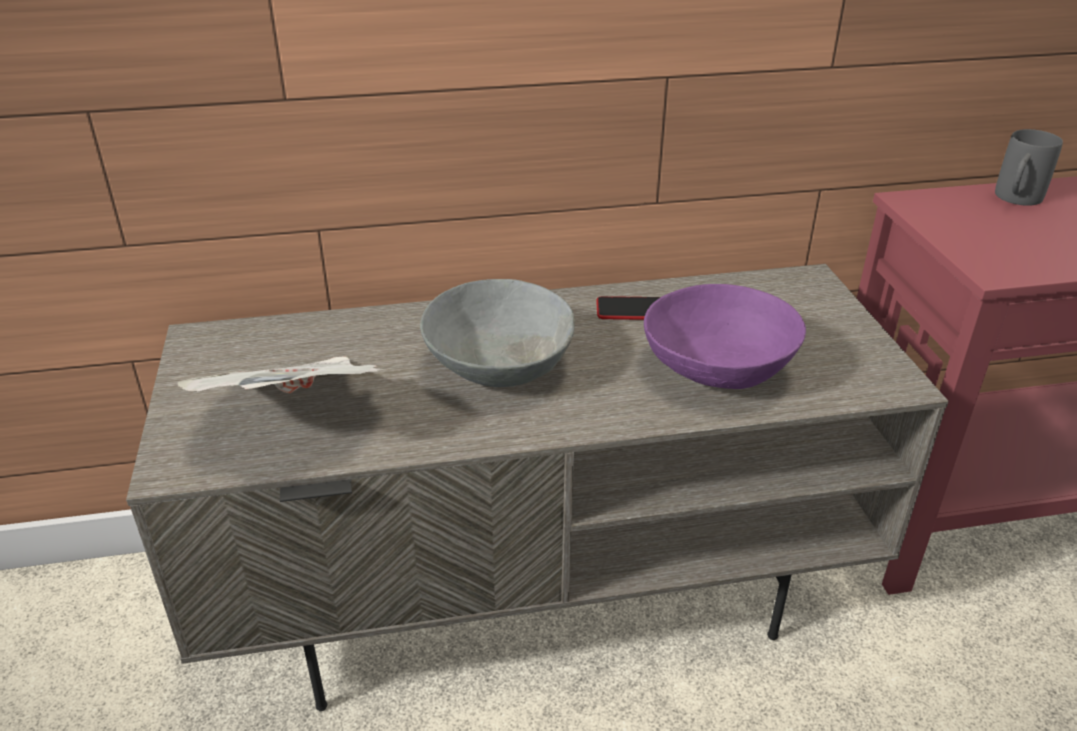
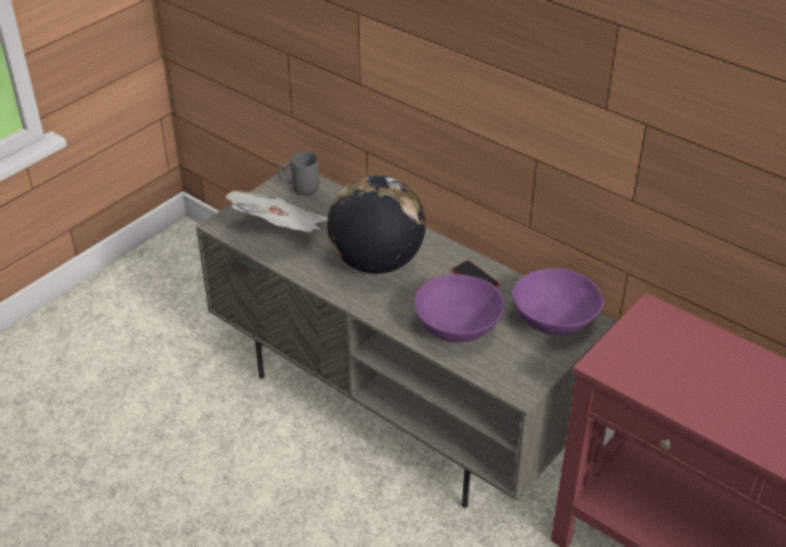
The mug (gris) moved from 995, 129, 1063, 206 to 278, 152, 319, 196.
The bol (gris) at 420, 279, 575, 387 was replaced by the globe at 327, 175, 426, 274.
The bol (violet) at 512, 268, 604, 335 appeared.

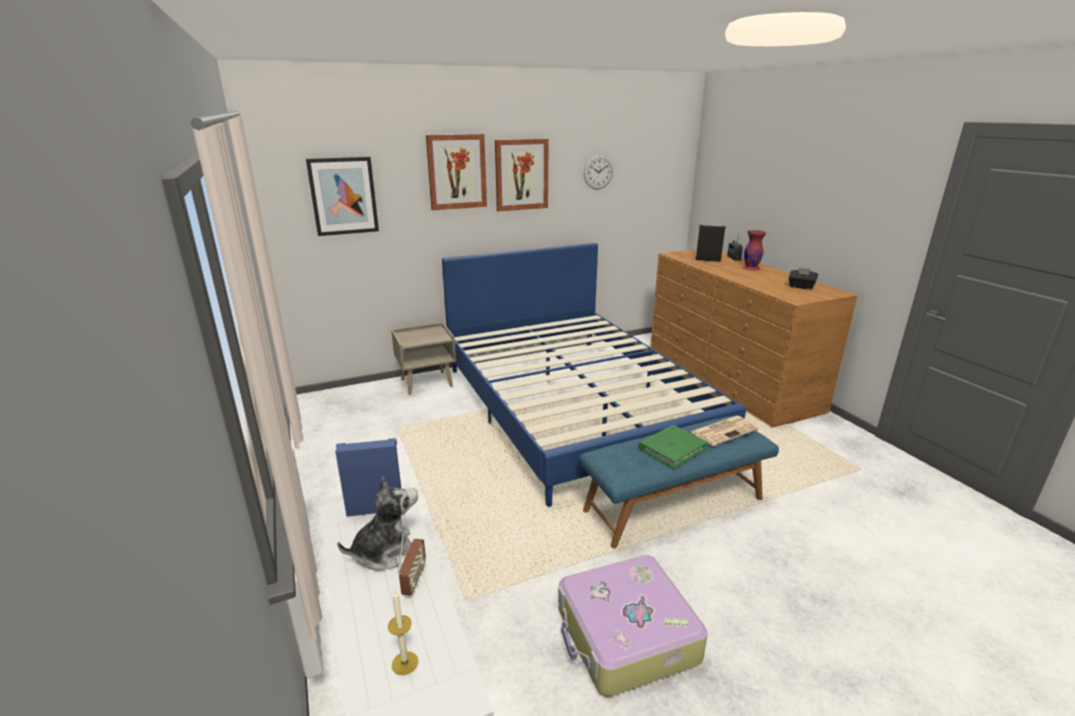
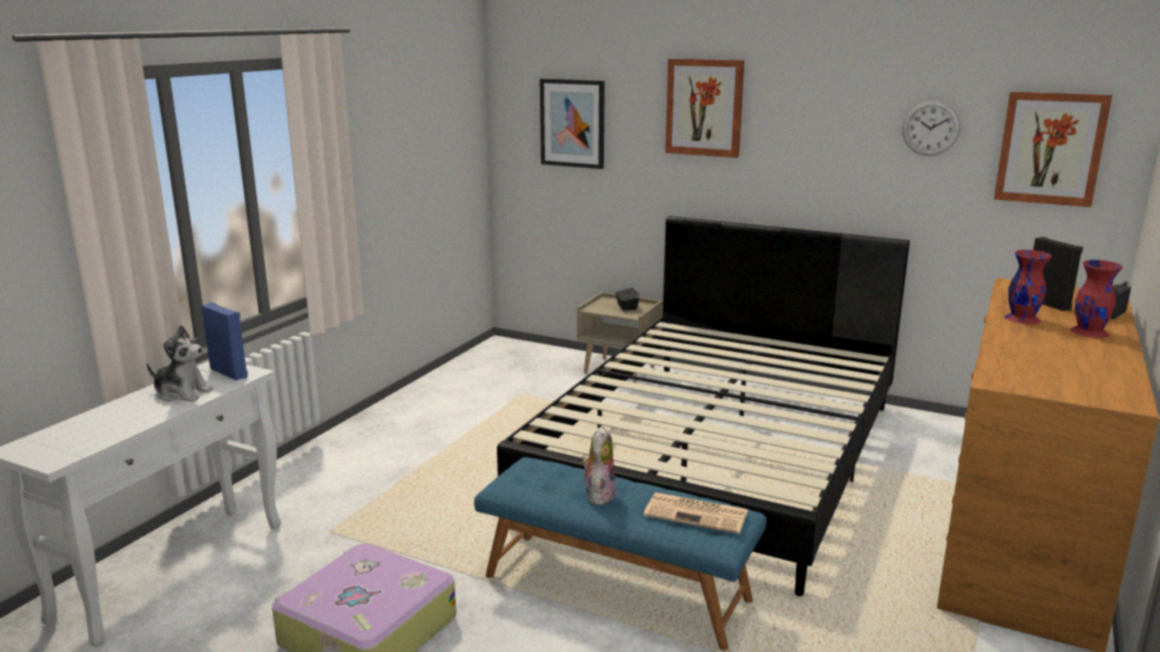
The tableau moved from 495, 139, 549, 211 to 994, 91, 1112, 207.
The lit (bleu) at 442, 243, 746, 507 became the lit (noir) at 497, 216, 910, 596.
The boîte à mouchoirs (noir) moved from 789, 268, 818, 290 to 615, 286, 639, 311.
The livre (vert) at 638, 425, 708, 469 was replaced by the peluche at 582, 426, 616, 505.
The radio at 397, 532, 426, 595 disappeared.
The bougie at 388, 591, 418, 675 disappeared.
The vase (rouge) at 1004, 250, 1052, 324 appeared.

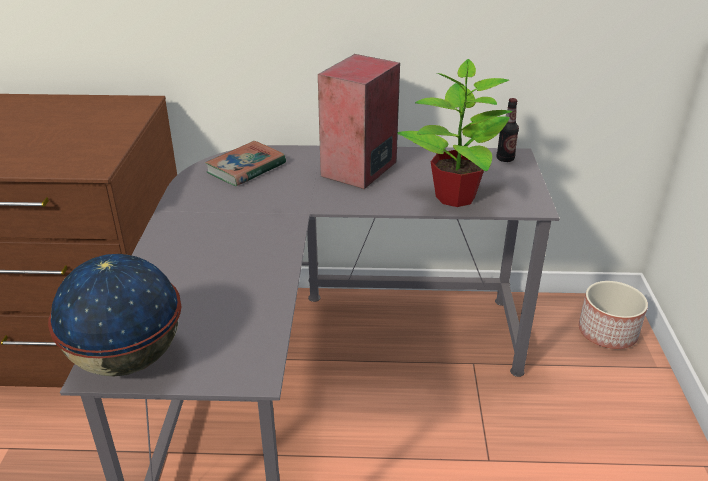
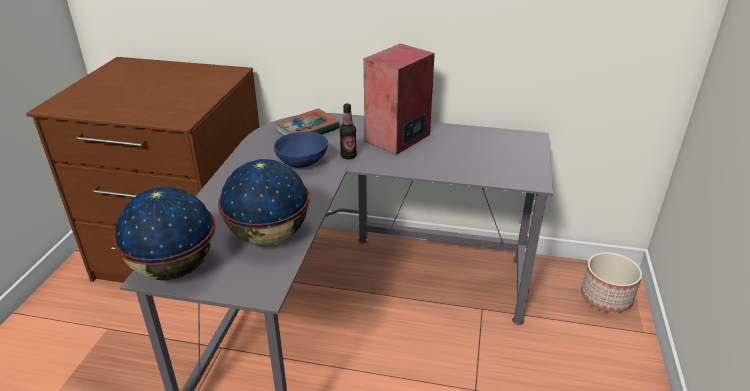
The plante en pot at 397, 59, 513, 207 disappeared.
The bouteille moved from 496, 98, 519, 162 to 340, 103, 357, 159.
The bol (bleu) at 274, 131, 328, 168 appeared.
The globe at 218, 159, 310, 246 appeared.

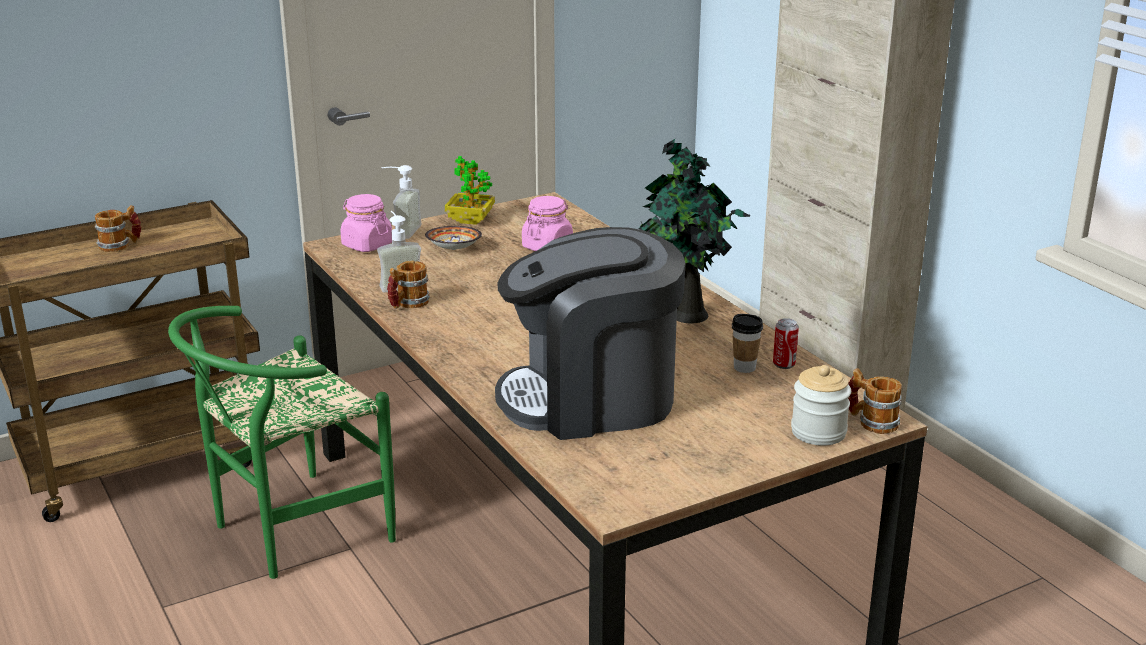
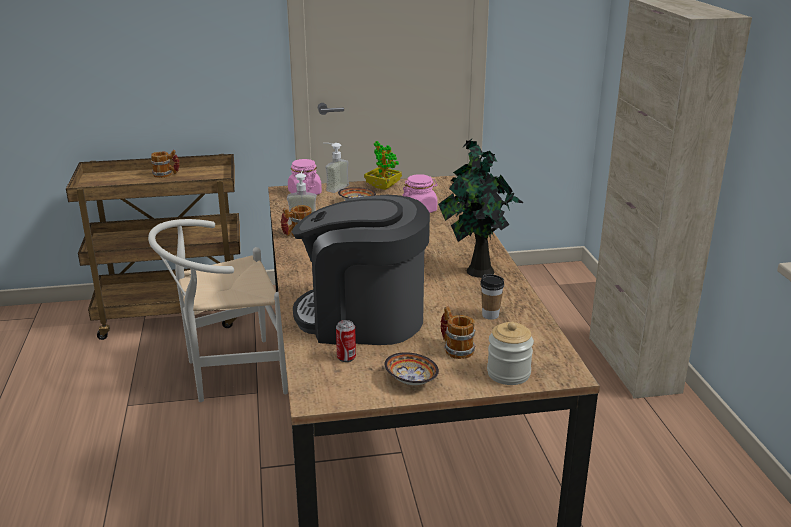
The chaise (vert) at 168, 306, 396, 579 became the chaise (blanc) at 148, 219, 288, 402.
The boîte métallique moved from 773, 318, 799, 369 to 336, 320, 356, 362.
The mug moved from 848, 368, 902, 434 to 440, 306, 476, 359.
The bol at 384, 352, 439, 385 appeared.

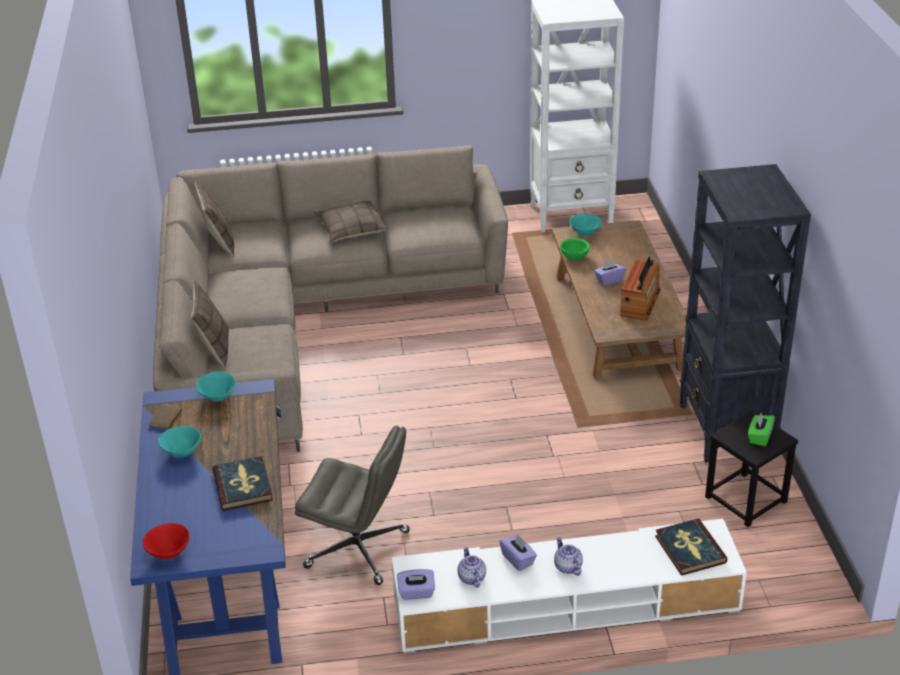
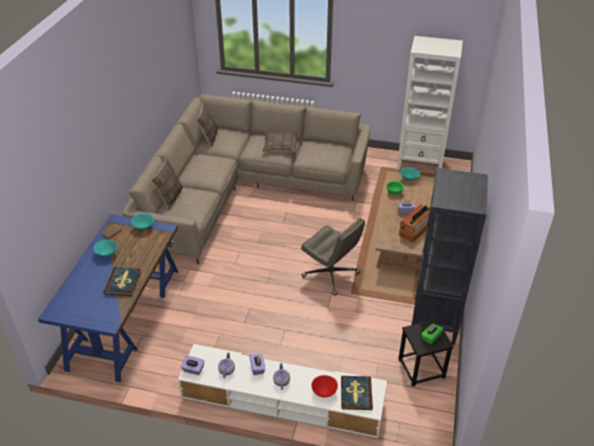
The chaise de bureau (gris) moved from 295, 426, 410, 585 to 301, 218, 365, 295.
The bol (rouge) moved from 143, 523, 190, 559 to 311, 375, 338, 397.

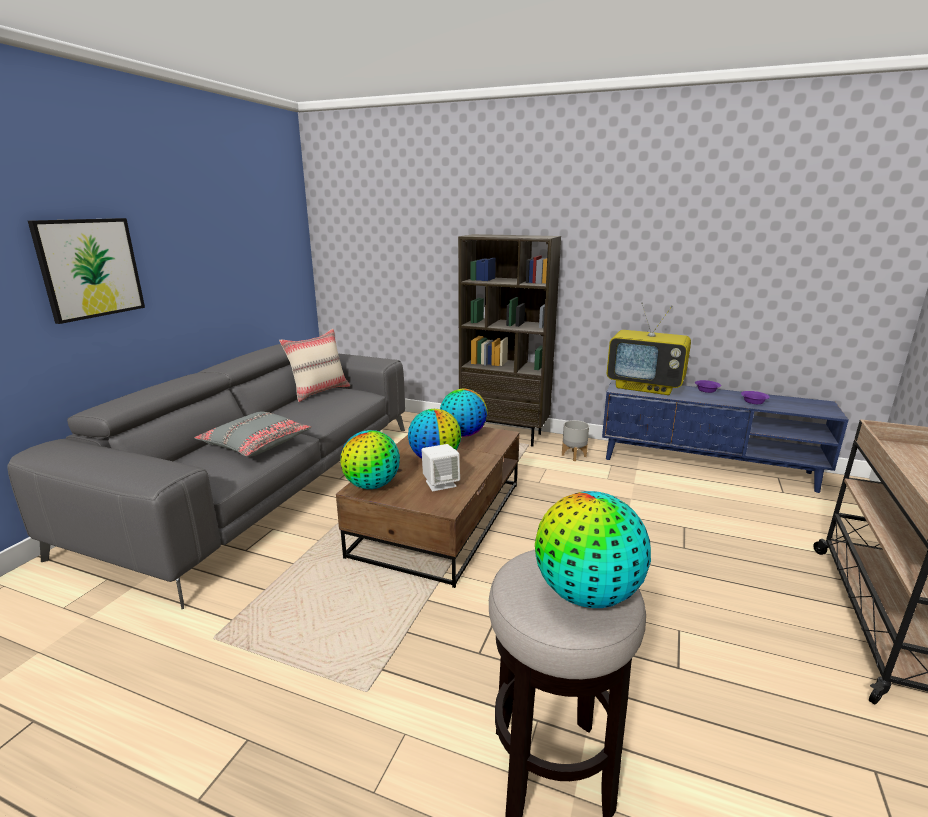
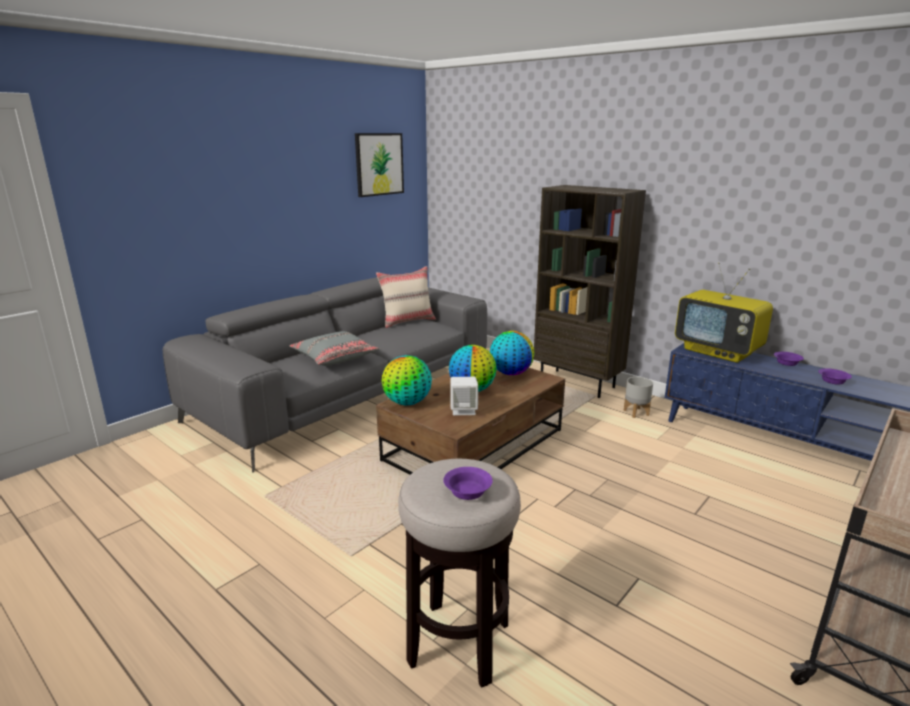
The tableau moved from 28, 218, 145, 324 to 355, 133, 404, 197.
The globe at 535, 491, 651, 608 was replaced by the bol (violet) at 443, 467, 493, 500.

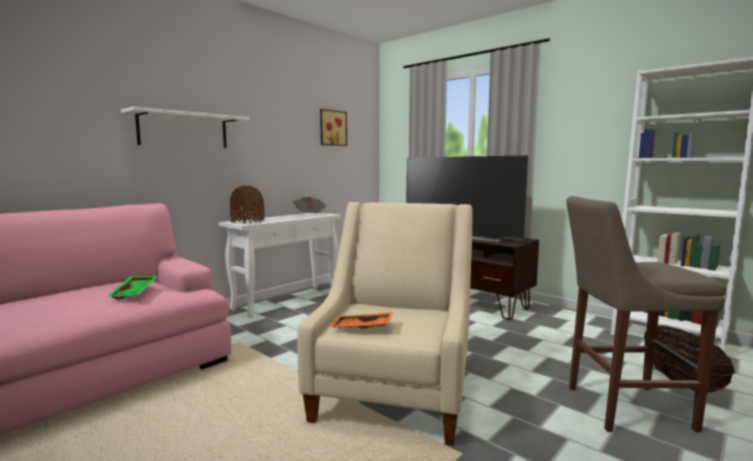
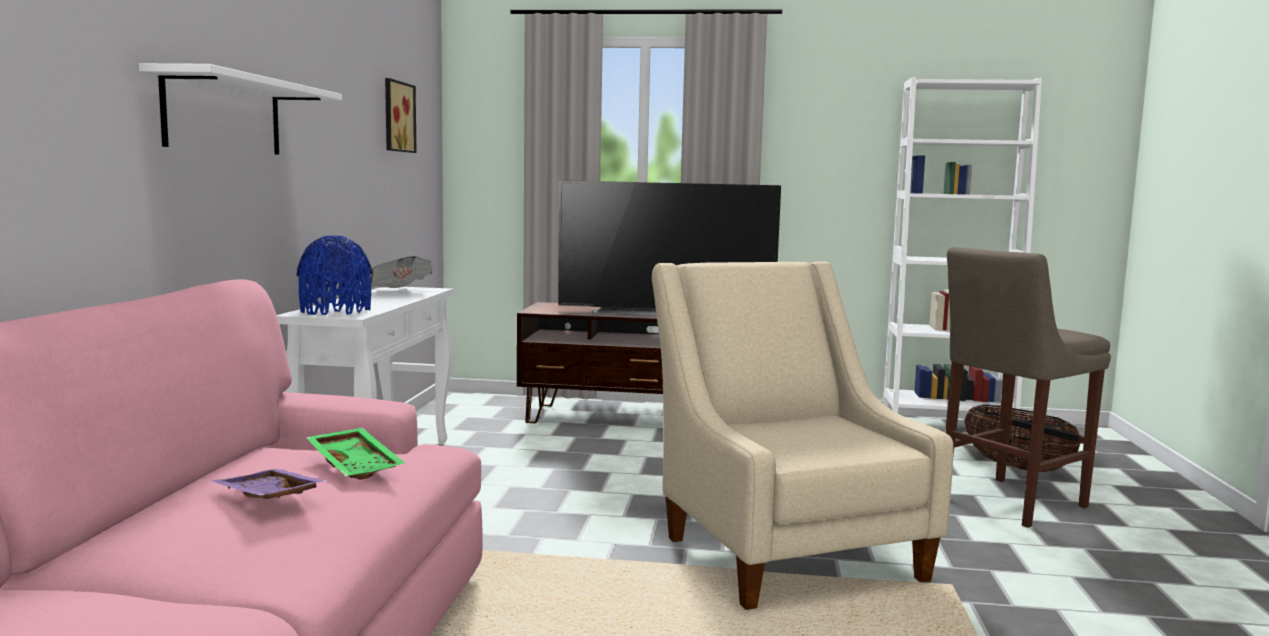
The vase (marron) at 230, 186, 264, 223 became the vase (bleu) at 297, 236, 372, 315.
The plateau (orange) at 329, 312, 393, 329 disappeared.
The plateau (violet) at 212, 469, 328, 499 appeared.

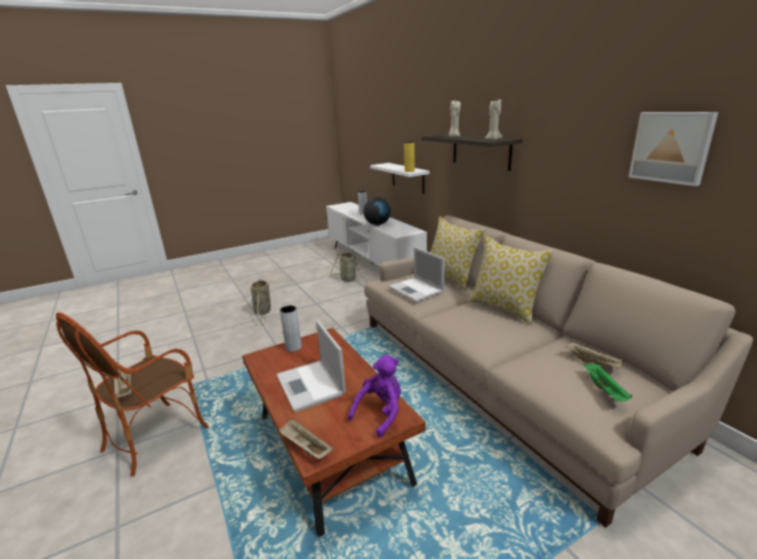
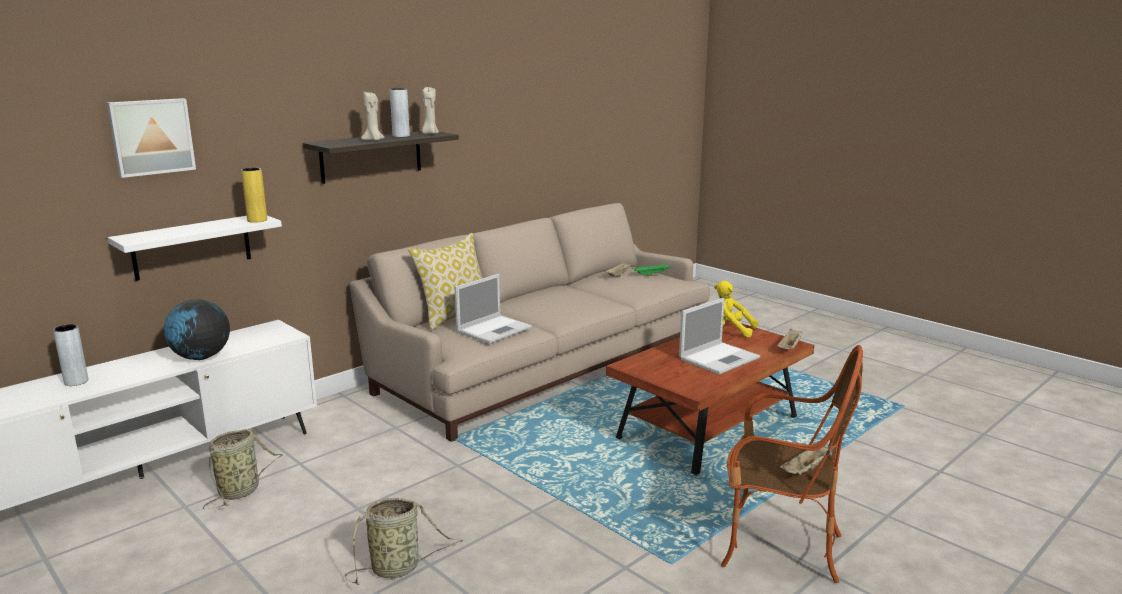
The tableau moved from 629, 112, 718, 186 to 106, 98, 196, 178.
The coussin at 468, 235, 554, 325 disappeared.
The vase (gris) moved from 280, 305, 302, 352 to 390, 88, 410, 137.
The peluche (violet) at 348, 355, 401, 438 became the peluche (jaune) at 714, 281, 758, 337.

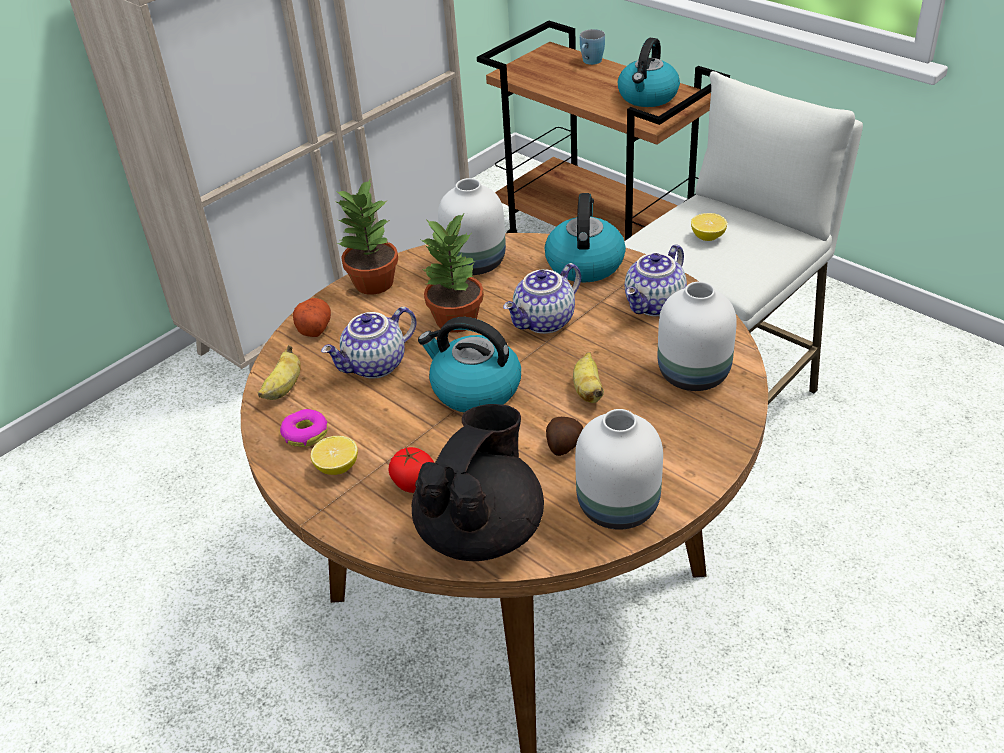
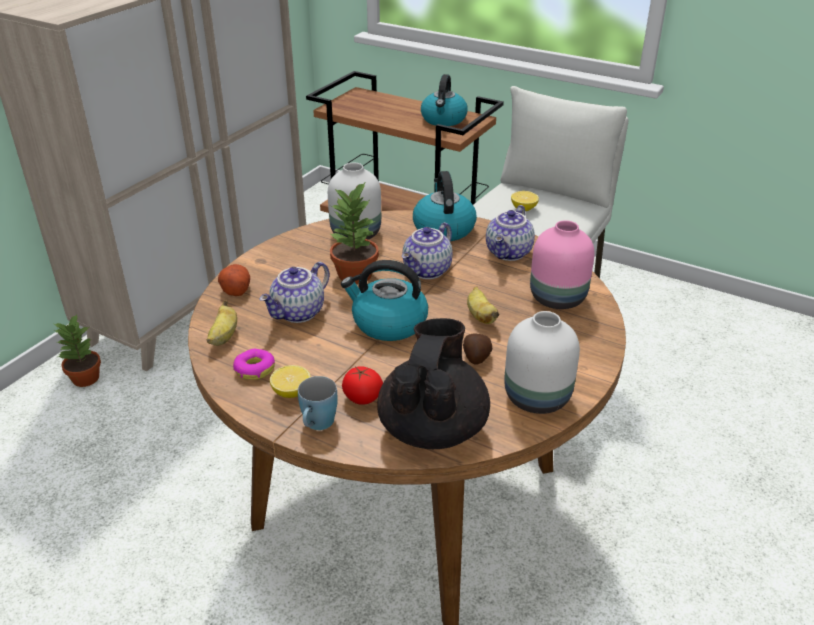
The mug (bleu) moved from 580, 29, 605, 65 to 298, 376, 338, 430.
The plante en pot moved from 335, 178, 398, 295 to 54, 314, 101, 387.
The vase (blanc) at 658, 282, 737, 391 became the vase (rose) at 530, 220, 595, 309.

